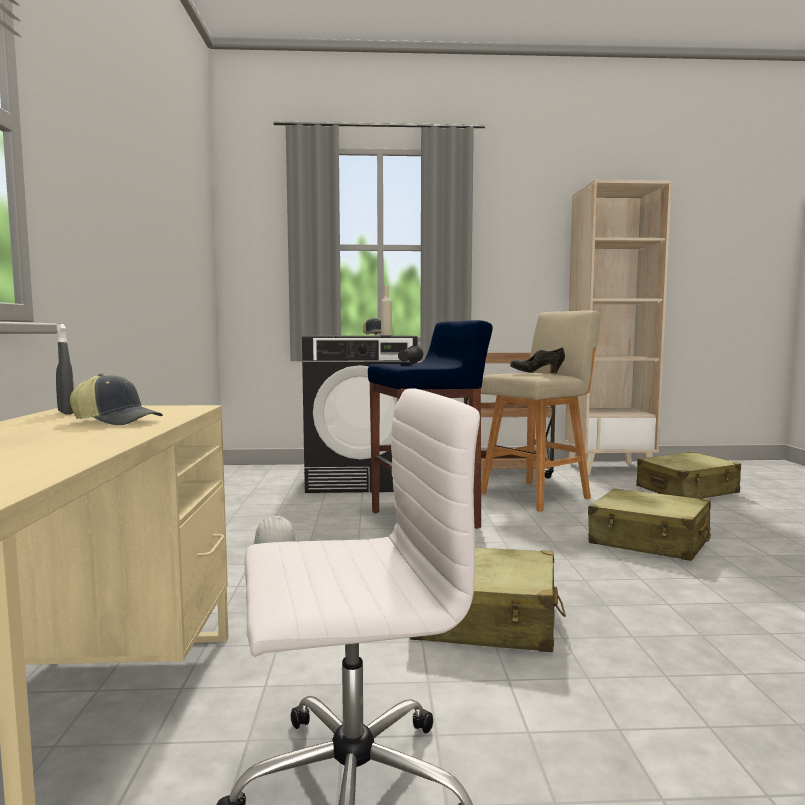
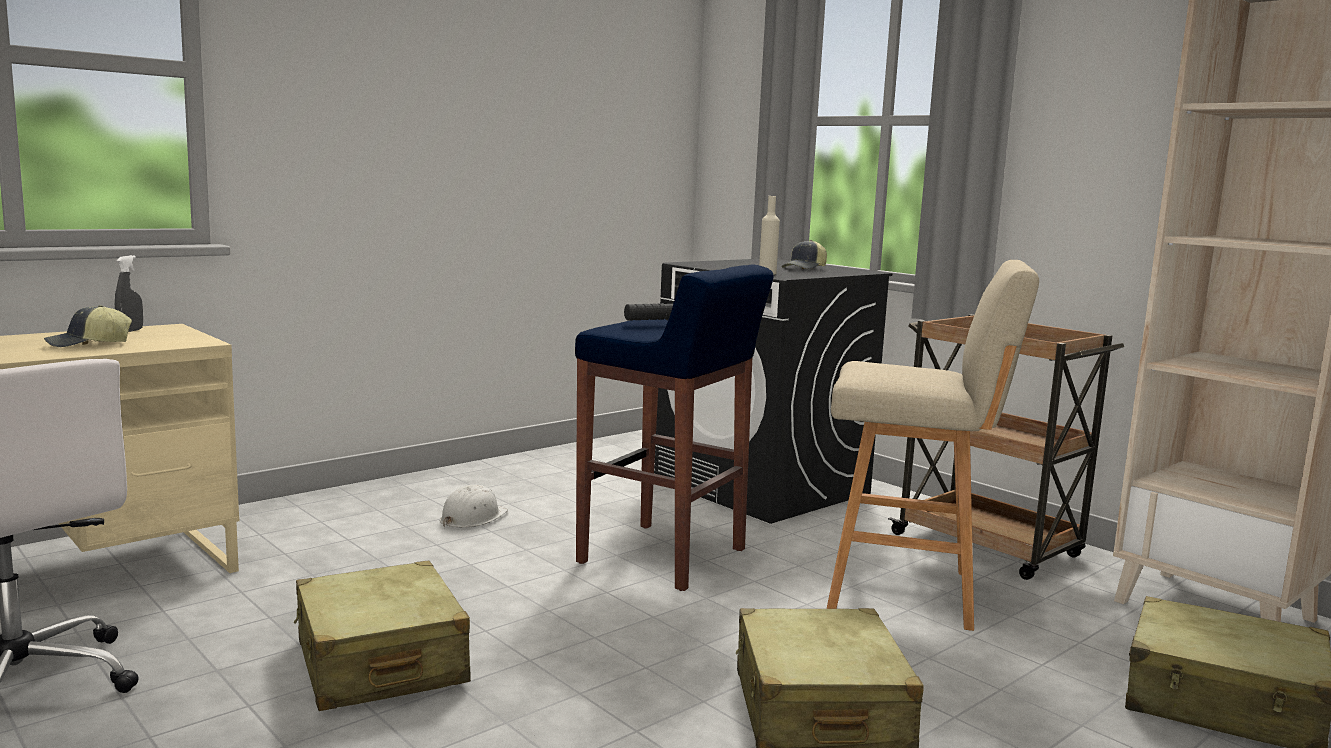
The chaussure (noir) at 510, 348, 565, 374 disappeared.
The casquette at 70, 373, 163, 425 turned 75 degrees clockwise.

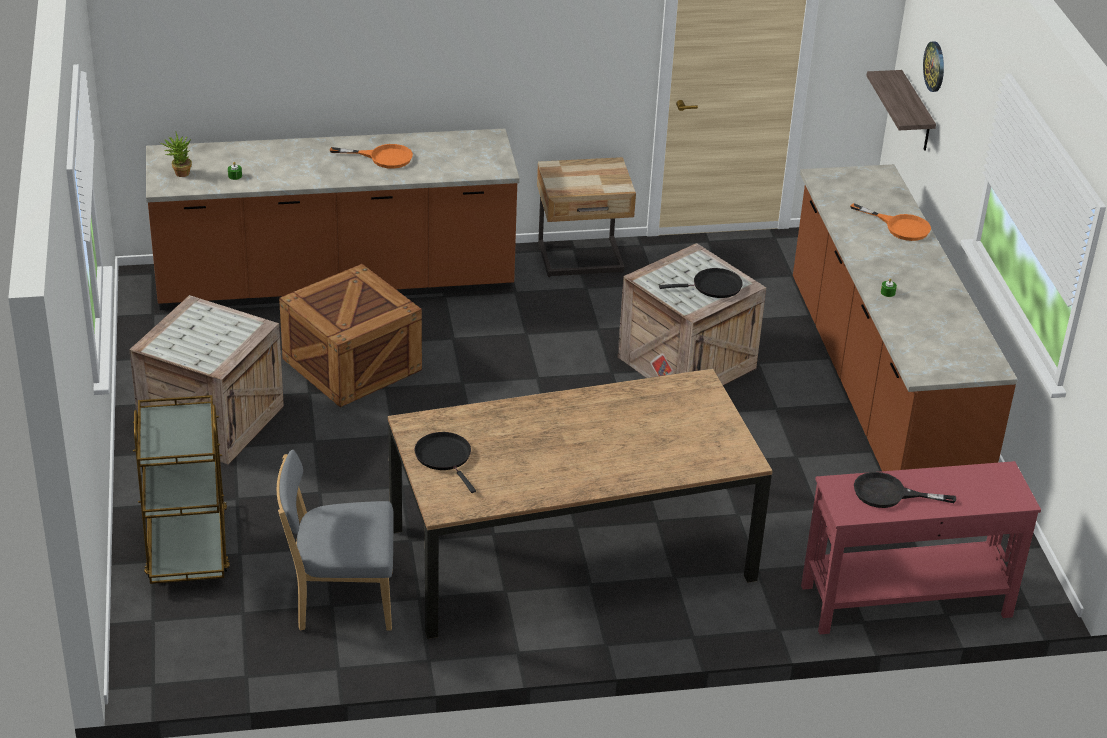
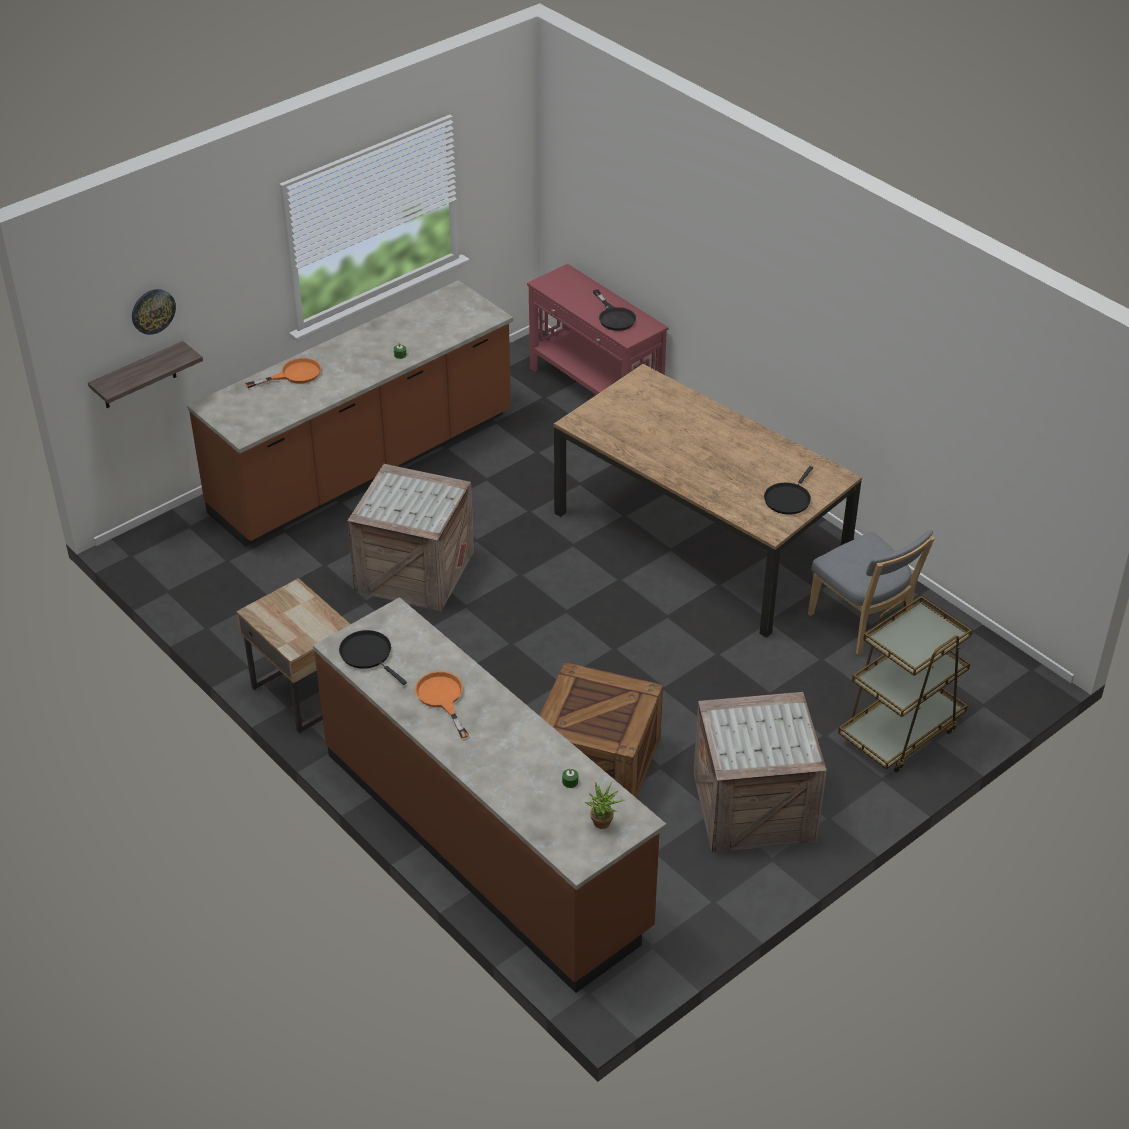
The poêle (orange) at 850, 203, 931, 241 turned 60 degrees clockwise.
The poêle (noir) moved from 659, 268, 743, 298 to 339, 630, 407, 685.

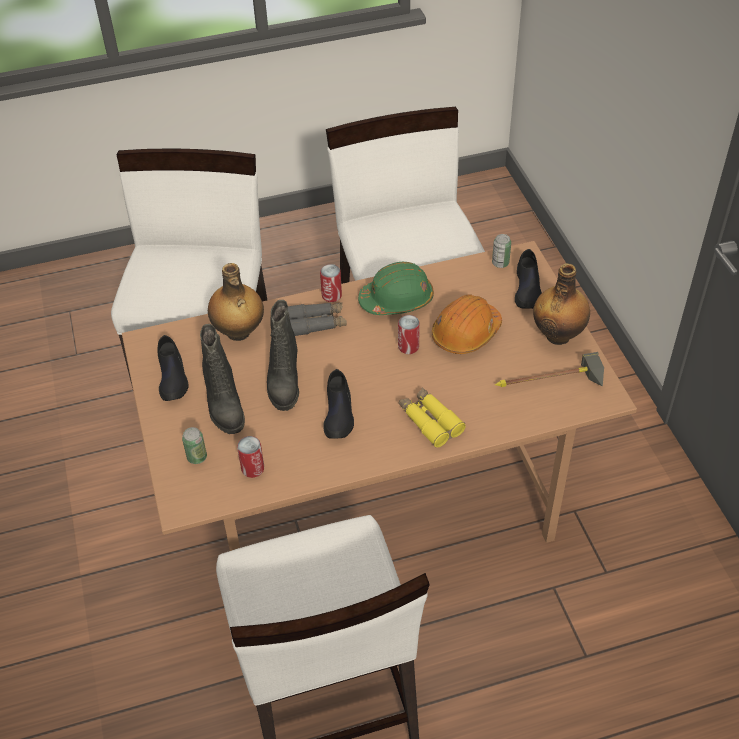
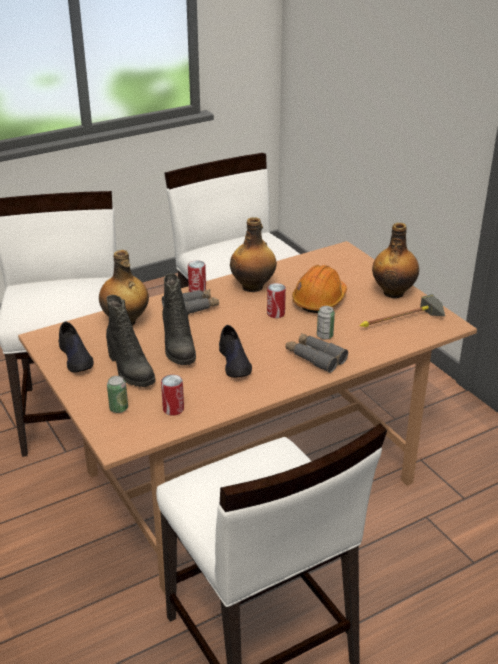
The boîte métallique moved from 492, 234, 511, 268 to 317, 306, 335, 339.
The chaussure (noir) at 515, 249, 542, 309 disappeared.
The casque de chantier (vert) at 358, 262, 434, 315 was replaced by the bouteille at 230, 217, 277, 292.
The jumelles (jaune) at 399, 387, 465, 447 became the jumelles (gris) at 285, 333, 348, 373.

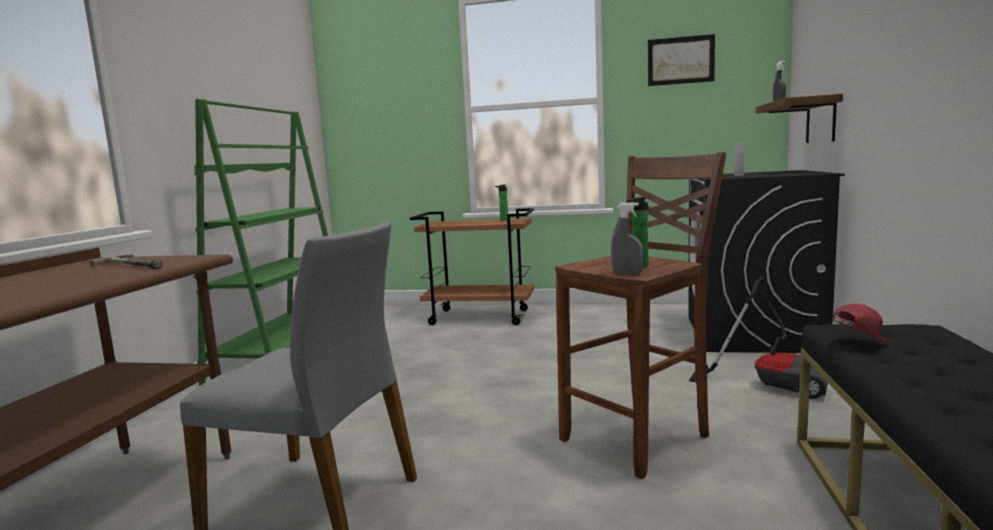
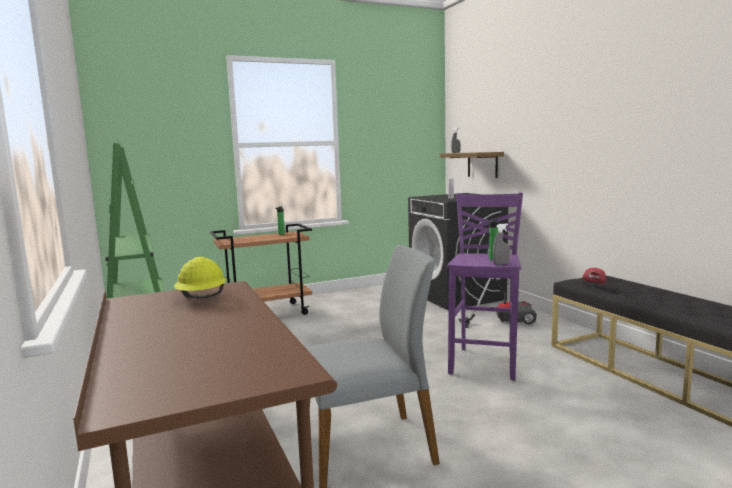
The tableau at 648, 34, 715, 86 disappeared.
The tabouret (marron) at 555, 152, 726, 479 became the tabouret (violet) at 447, 193, 523, 380.
The marteau at 89, 255, 162, 269 was replaced by the casque de chantier (jaune) at 174, 257, 226, 298.

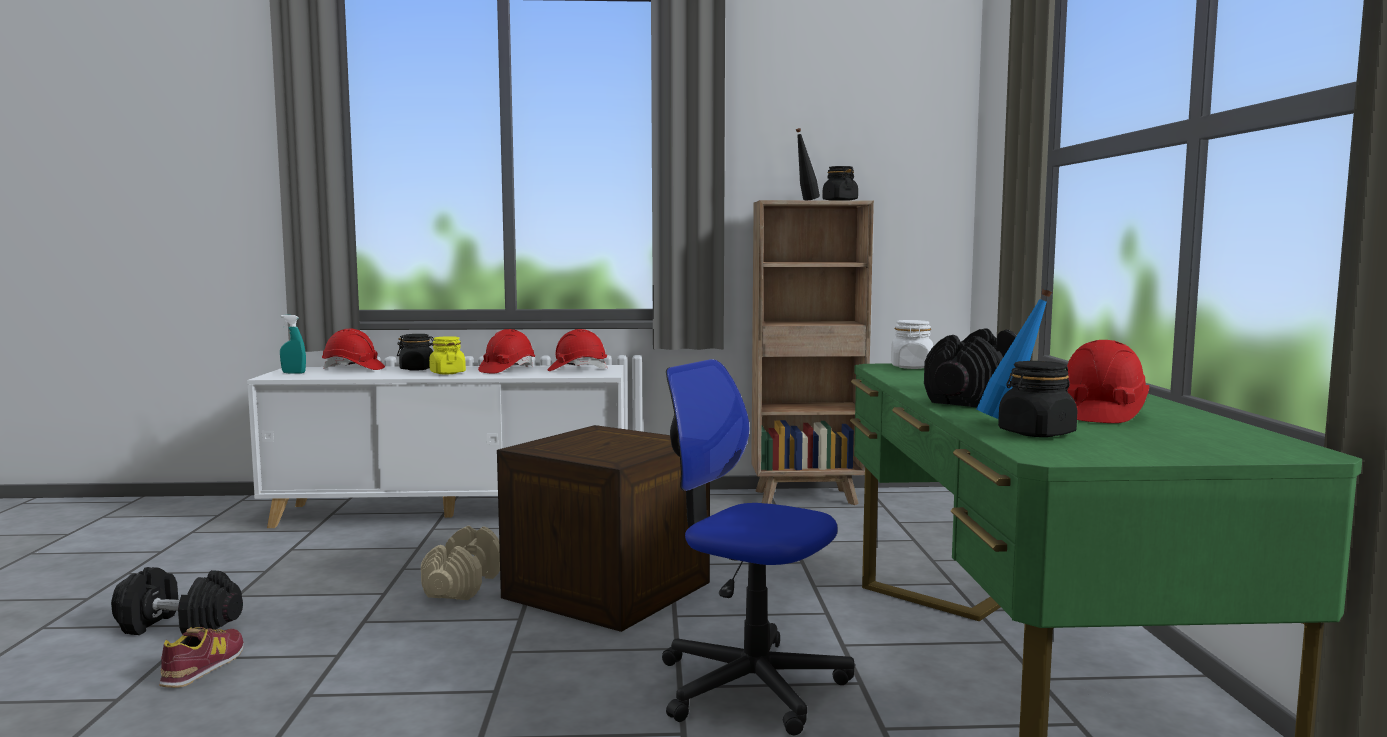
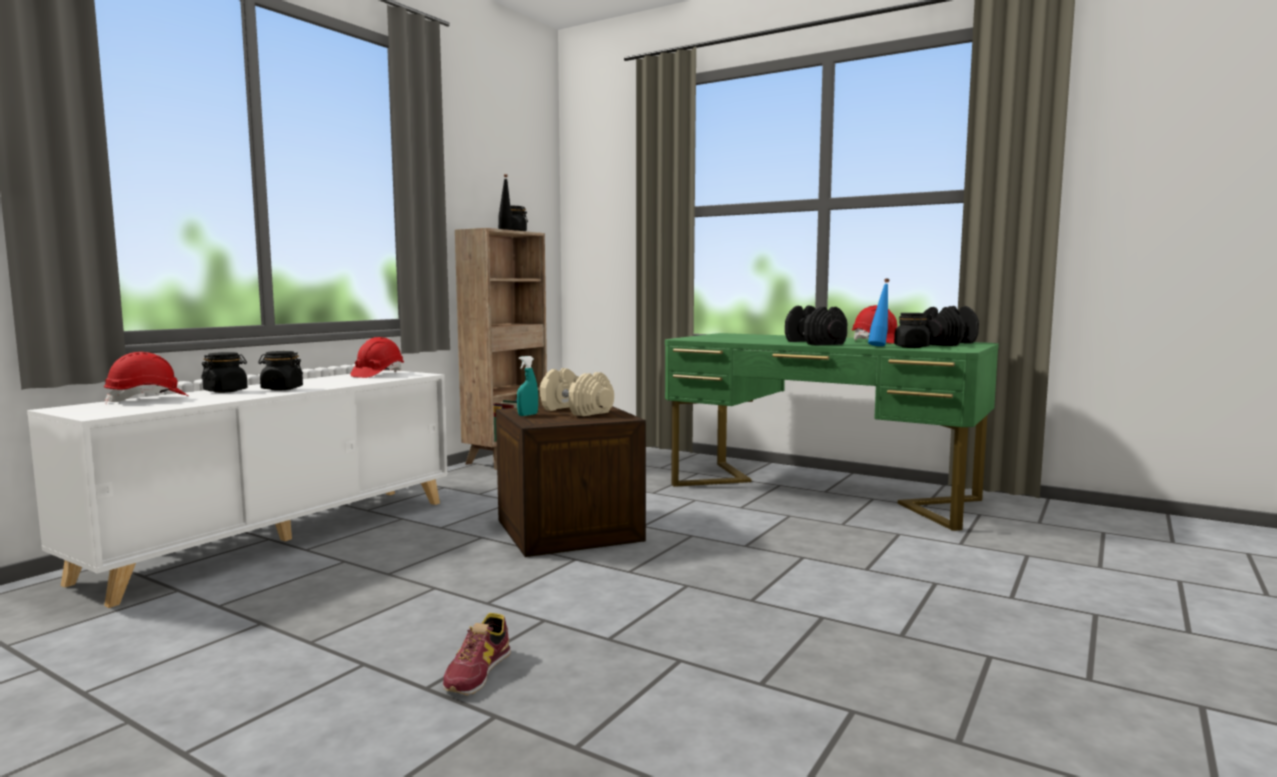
The vaporisateur (turquoise) moved from 280, 315, 306, 374 to 517, 356, 538, 416.
The bocal (blanc) at 891, 320, 933, 369 disappeared.
The casque de chantier (rouge) at 478, 329, 535, 373 disappeared.
The bocal (jaune) at 429, 336, 466, 374 became the bocal (noir) at 258, 351, 303, 391.
The chaise de bureau at 662, 359, 855, 735 disappeared.
The haltère (beige) moved from 421, 526, 500, 600 to 540, 368, 614, 416.
The haltère (noir) moved from 111, 567, 243, 635 to 924, 306, 979, 346.
The chaussure at 159, 627, 244, 688 turned 120 degrees counterclockwise.

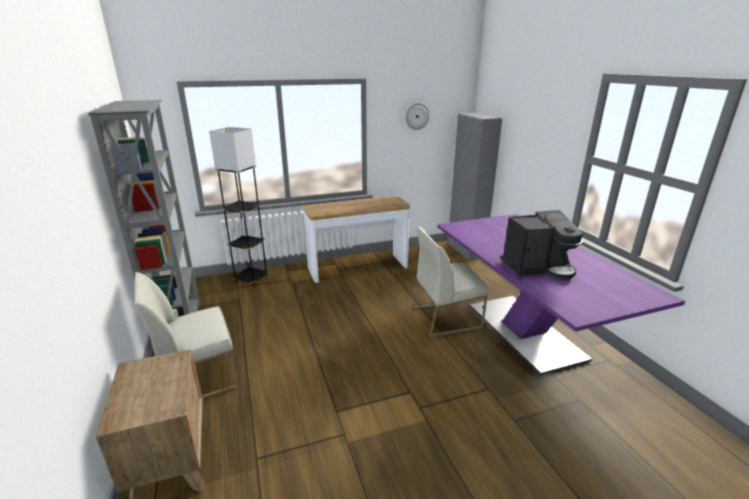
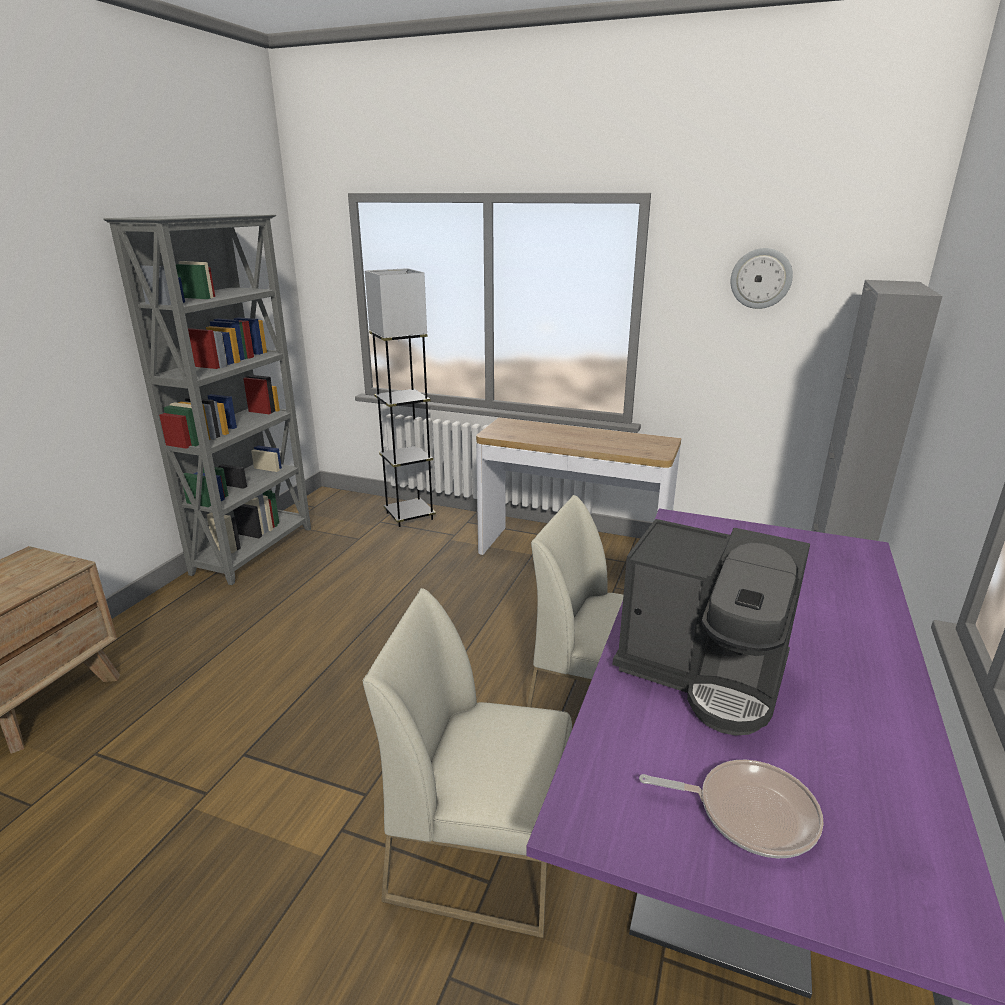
The chaise (blanc) moved from 135, 272, 238, 399 to 362, 588, 572, 938.
The poêle at 639, 760, 824, 858 appeared.

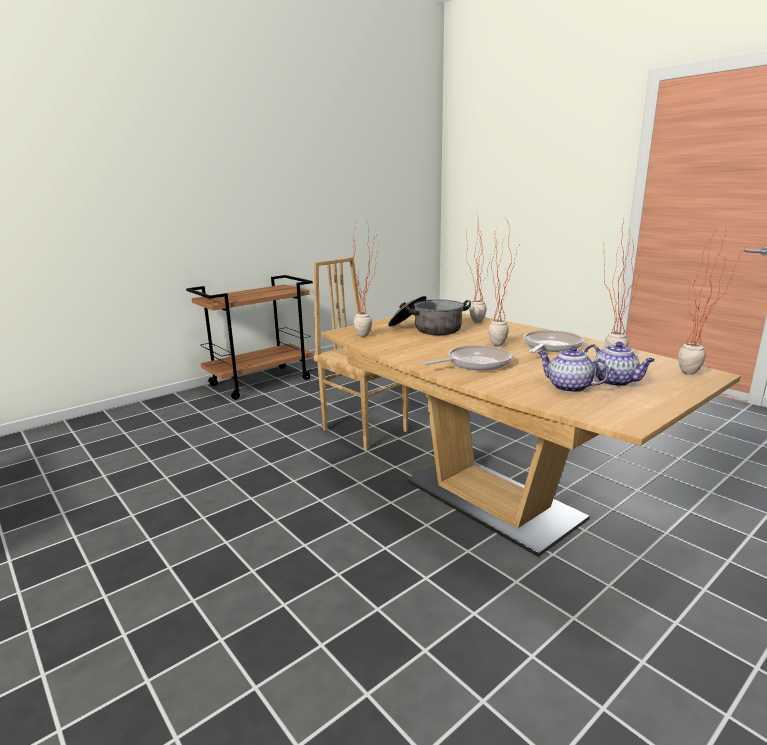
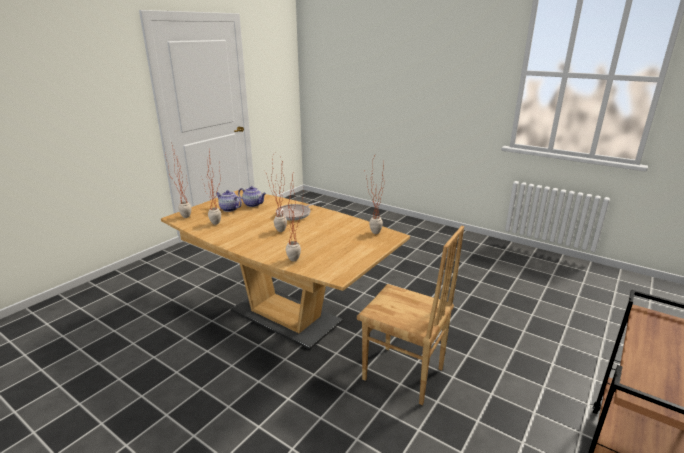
The marmite at 388, 296, 471, 335 disappeared.
The poêle at 524, 330, 583, 353 disappeared.

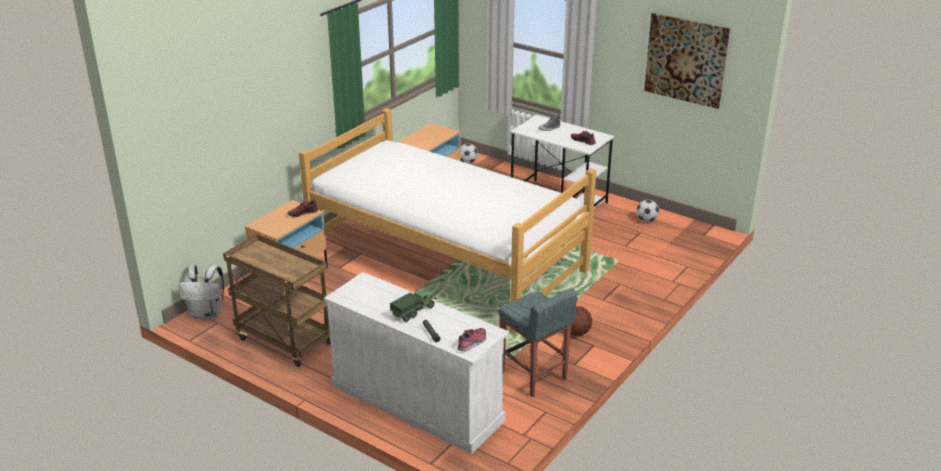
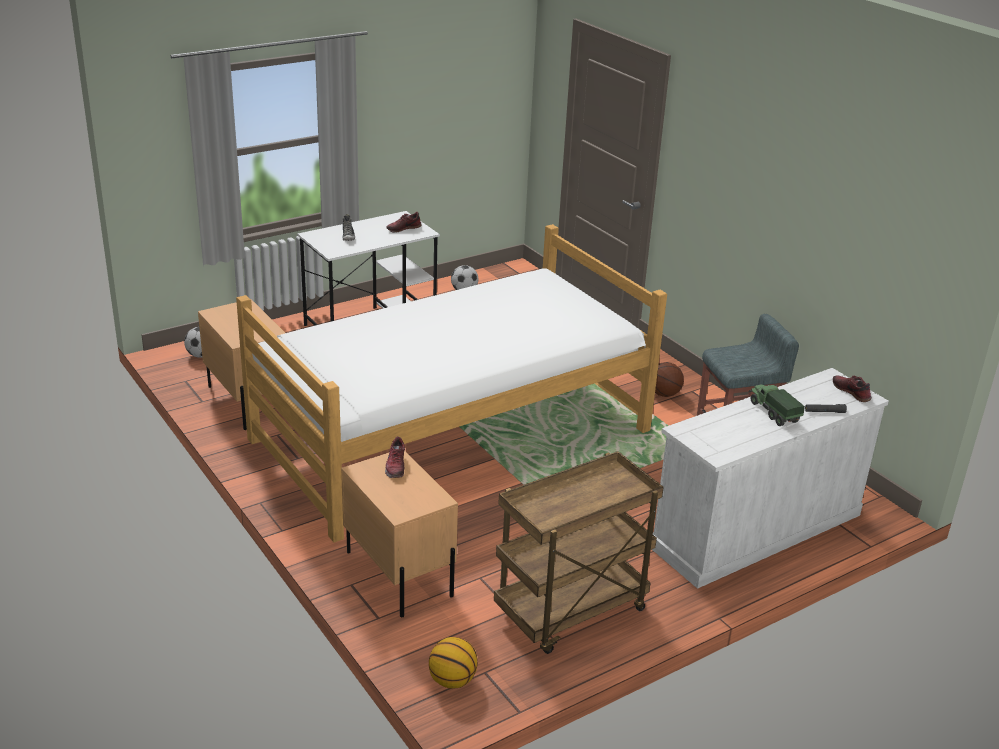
The tableau at 644, 13, 730, 109 disappeared.
The sac à dos (blanc) at 178, 265, 224, 319 was replaced by the ballon de basket at 429, 637, 478, 689.

